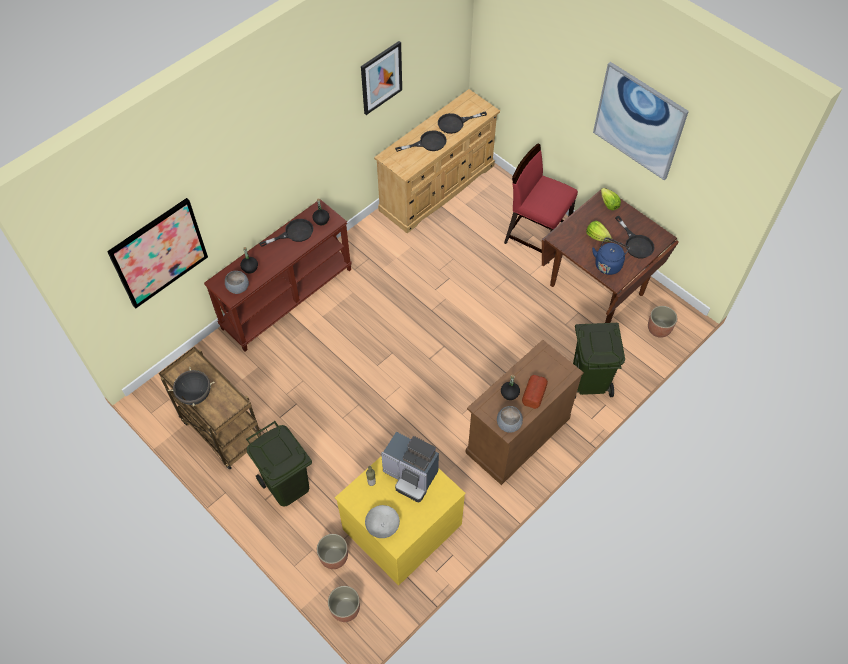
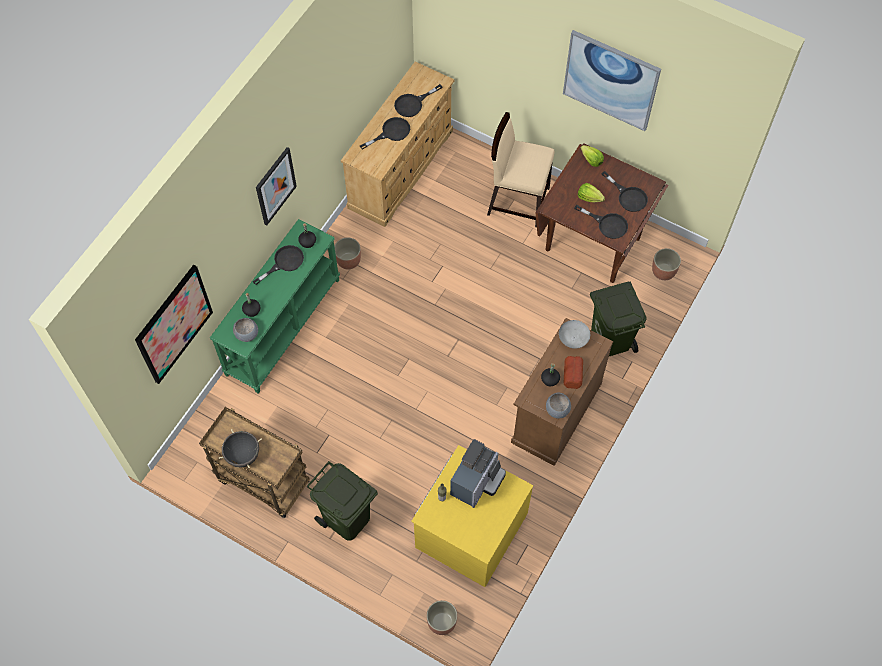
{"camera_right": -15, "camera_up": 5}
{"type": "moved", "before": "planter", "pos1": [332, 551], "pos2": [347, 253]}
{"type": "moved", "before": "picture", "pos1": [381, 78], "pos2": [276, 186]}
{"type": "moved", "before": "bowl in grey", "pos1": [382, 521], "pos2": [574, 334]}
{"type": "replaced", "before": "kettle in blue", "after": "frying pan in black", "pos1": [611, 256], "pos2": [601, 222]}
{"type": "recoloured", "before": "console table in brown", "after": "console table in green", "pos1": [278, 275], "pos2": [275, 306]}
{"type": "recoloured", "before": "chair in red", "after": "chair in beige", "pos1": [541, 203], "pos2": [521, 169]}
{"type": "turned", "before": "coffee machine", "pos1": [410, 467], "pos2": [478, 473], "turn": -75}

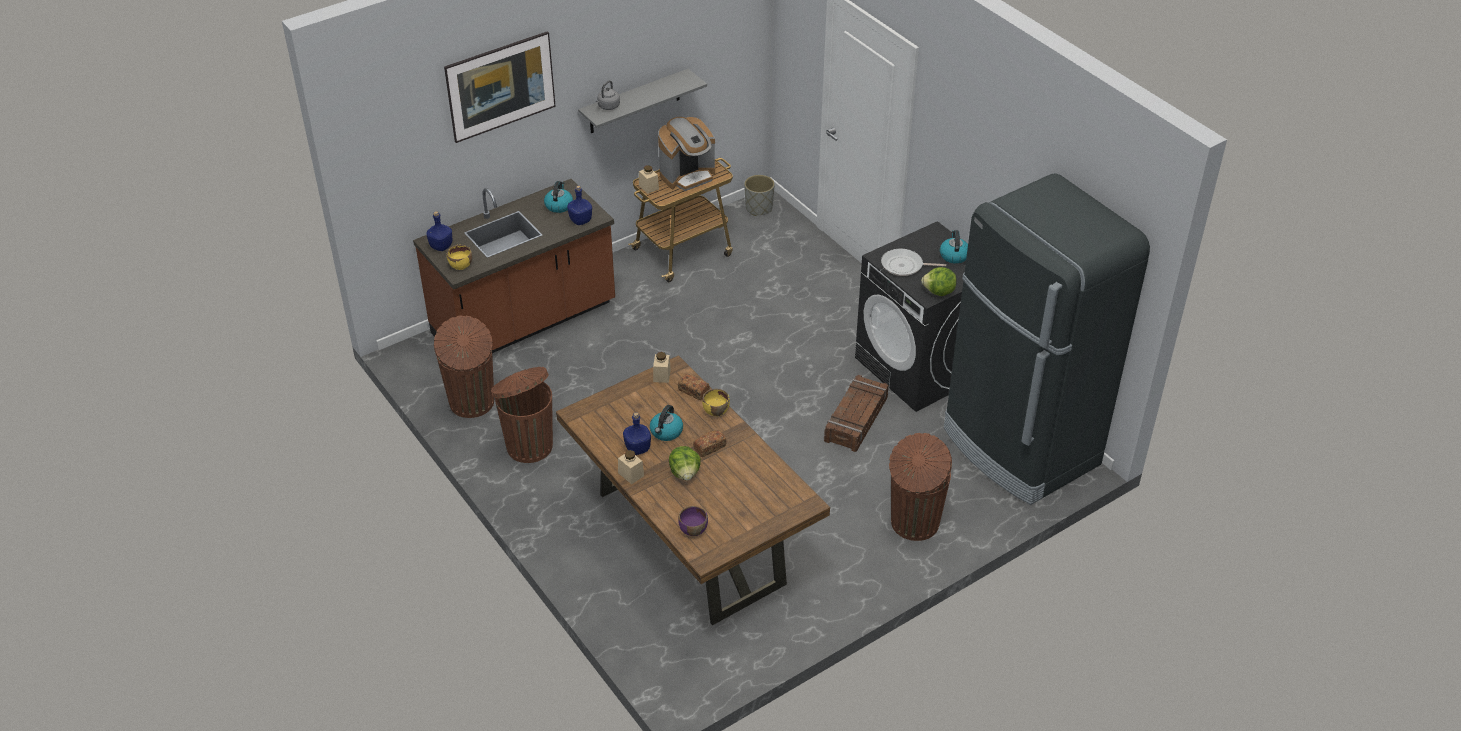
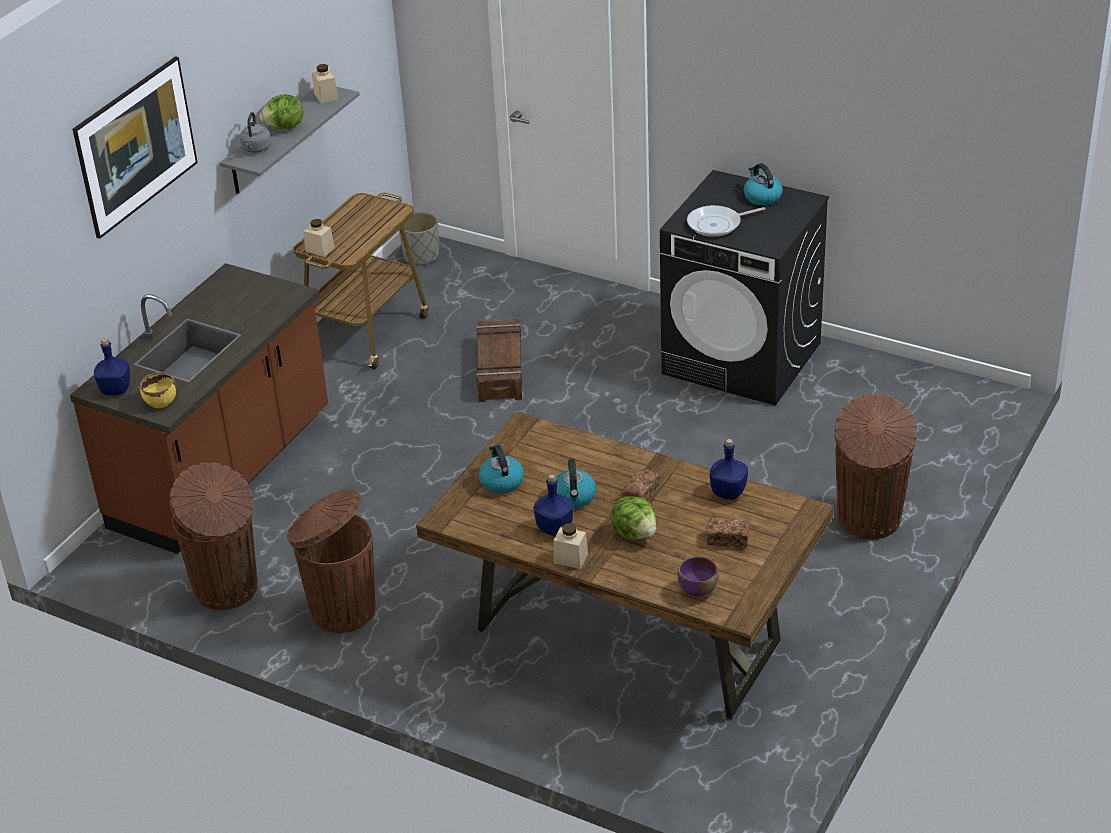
{"camera_right": -25, "camera_up": -5}
{"type": "removed", "before": "coffee machine", "pos1": [686, 154]}
{"type": "removed", "before": "bowl in yellow", "pos1": [716, 402]}
{"type": "removed", "before": "fridge in black", "pos1": [1047, 339]}
{"type": "moved", "before": "kettle", "pos1": [558, 197], "pos2": [501, 469]}
{"type": "moved", "before": "bottle in blue", "pos1": [579, 205], "pos2": [729, 469]}
{"type": "moved", "before": "jar in beige", "pos1": [662, 367], "pos2": [325, 83]}
{"type": "moved", "before": "bread", "pos1": [694, 387], "pos2": [728, 532]}
{"type": "moved", "before": "crate", "pos1": [856, 413], "pos2": [499, 360]}
{"type": "moved", "before": "lettuce", "pos1": [939, 281], "pos2": [281, 112]}

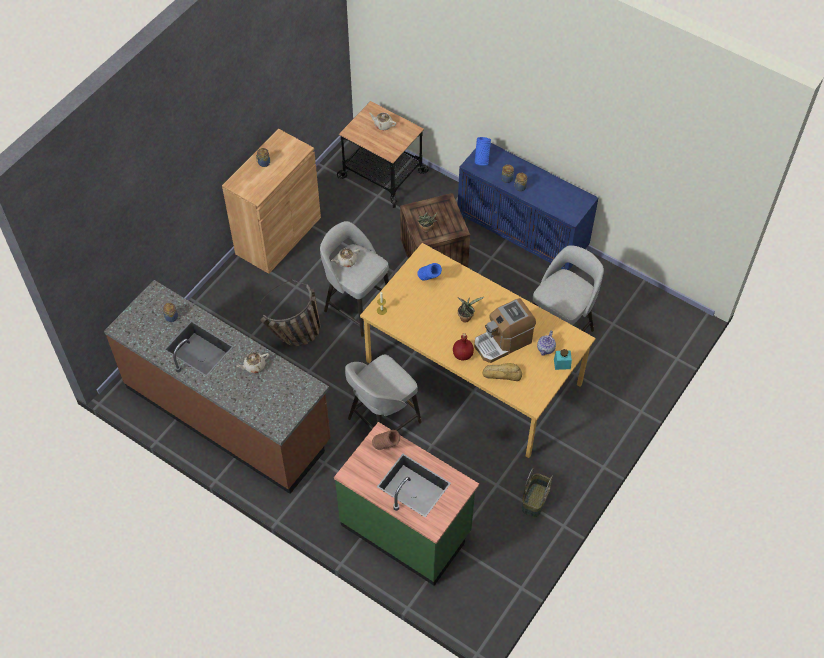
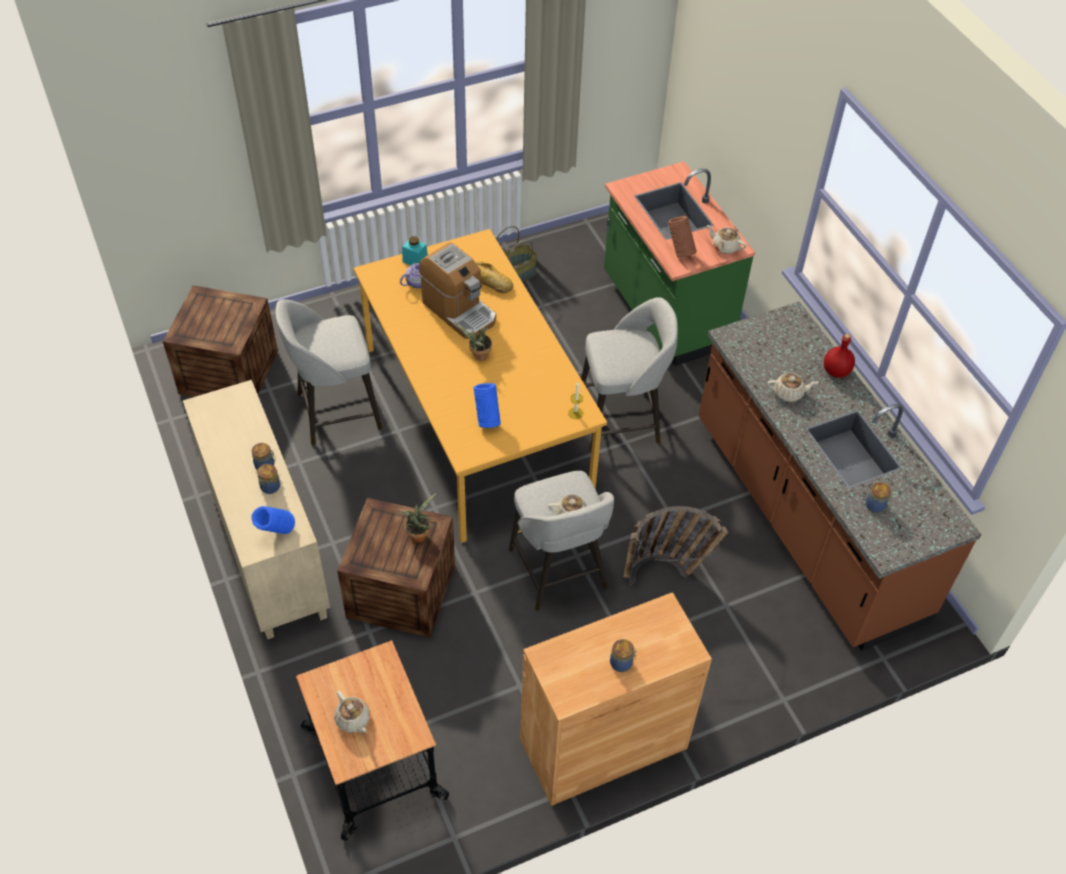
{"camera_right": -150, "camera_up": -5}
{"type": "added", "after": "crate", "pos2": [220, 341]}
{"type": "added", "after": "teapot in beige", "pos2": [727, 239]}
{"type": "moved", "before": "bottle in red", "pos1": [463, 346], "pos2": [839, 356]}
{"type": "recoloured", "before": "cabinet in blue", "after": "cabinet in beige", "pos1": [528, 206], "pos2": [256, 509]}
{"type": "turned", "before": "coffee machine", "pos1": [505, 330], "pos2": [457, 290], "turn": 45}

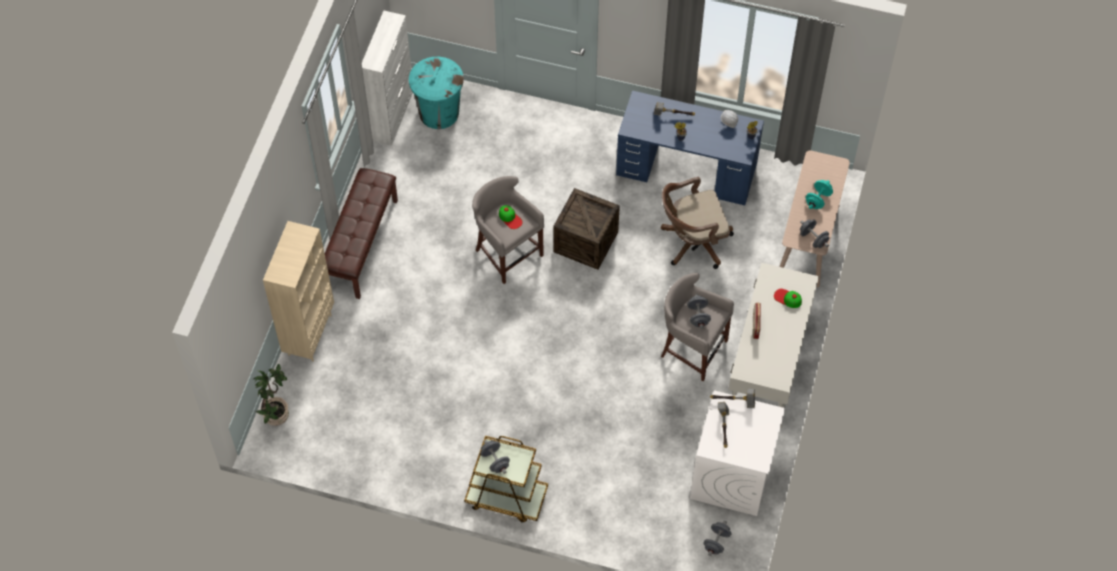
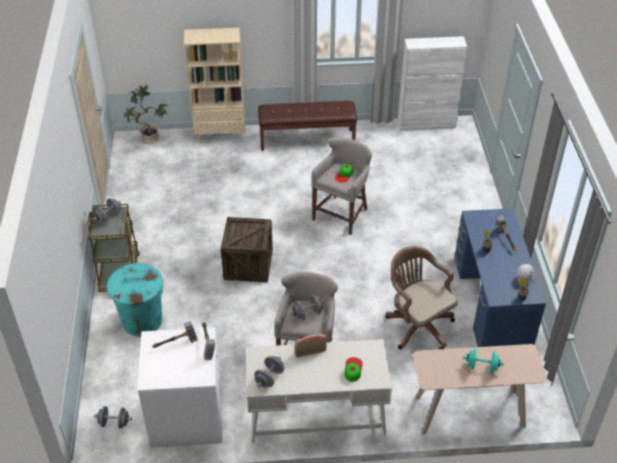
{"camera_right": 70, "camera_up": -15}
{"type": "moved", "before": "trash can in turquoise", "pos1": [436, 93], "pos2": [135, 300]}
{"type": "moved", "before": "crate", "pos1": [586, 229], "pos2": [247, 249]}
{"type": "moved", "before": "dumbbell in grey", "pos1": [814, 233], "pos2": [269, 372]}

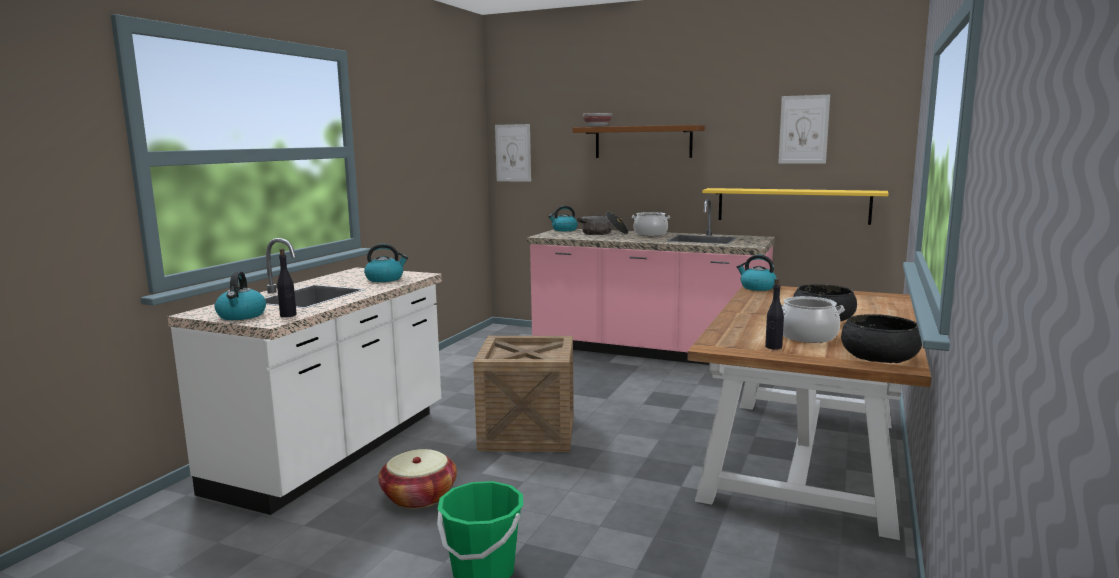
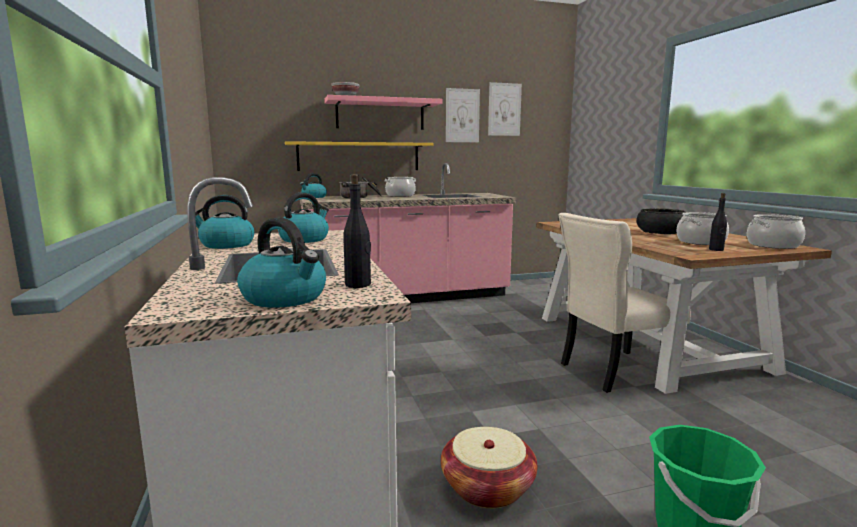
{"camera_right": -40, "camera_up": 0}
{"type": "removed", "before": "crate", "pos1": [523, 394]}
{"type": "added", "after": "chair in beige", "pos2": [624, 303]}
{"type": "moved", "before": "picture", "pos1": [513, 153], "pos2": [463, 115]}
{"type": "moved", "before": "shelf in yellow", "pos1": [795, 206], "pos2": [359, 156]}
{"type": "moved", "before": "kettle", "pos1": [757, 273], "pos2": [225, 222]}
{"type": "replaced", "before": "bowl in black", "after": "cooking pot", "pos1": [881, 338], "pos2": [776, 231]}
{"type": "recoloured", "before": "shelf in brown", "after": "shelf in pink", "pos1": [639, 141], "pos2": [383, 112]}

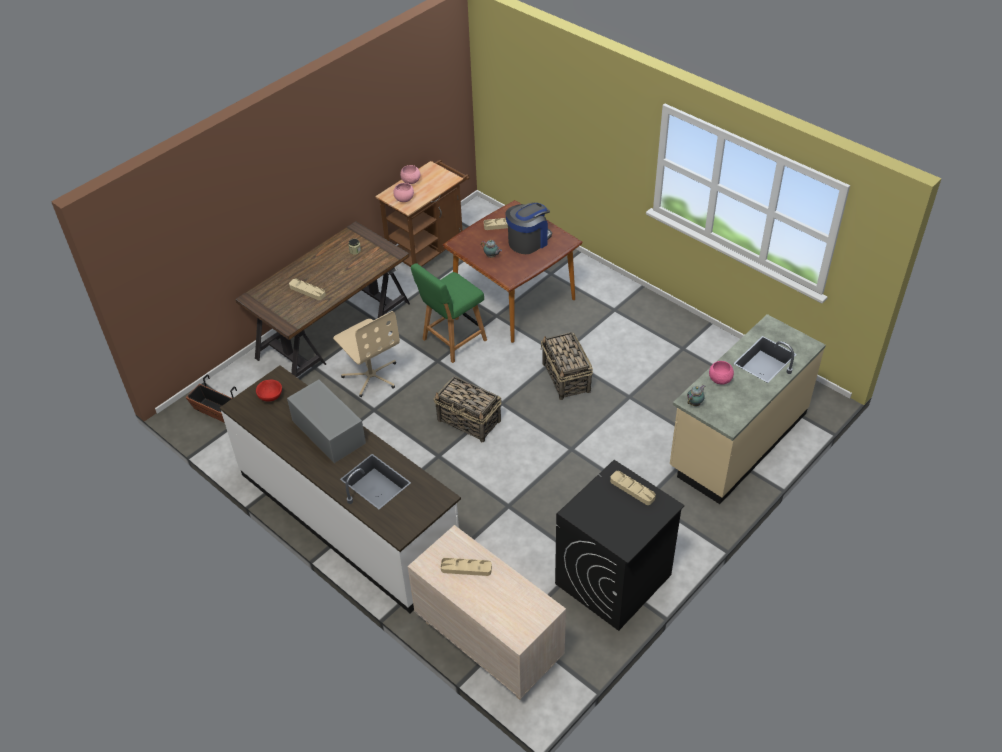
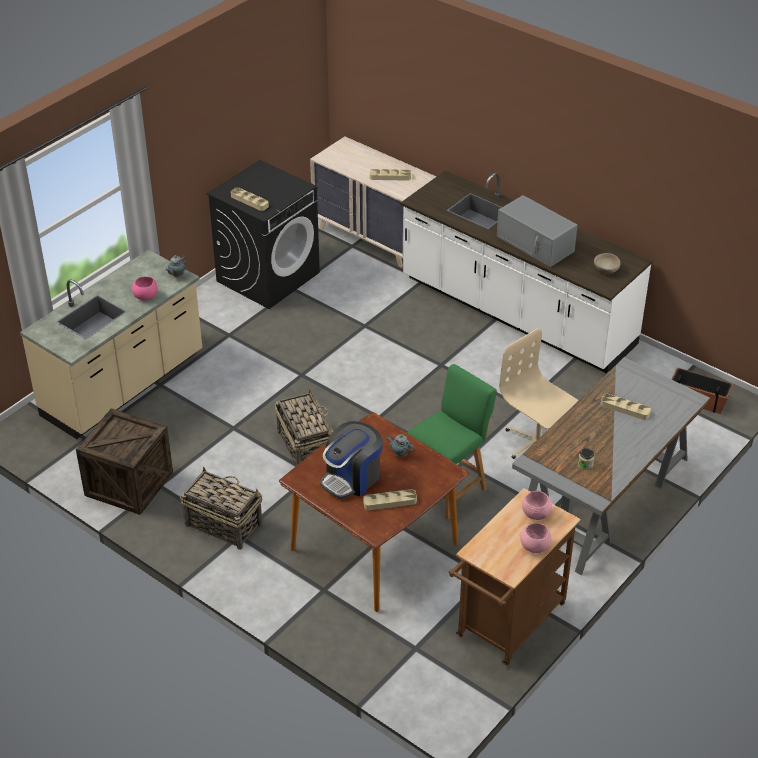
{"camera_right": 175, "camera_up": -5}
{"type": "added", "after": "crate", "pos2": [124, 462]}
{"type": "moved", "before": "basket", "pos1": [467, 409], "pos2": [221, 508]}
{"type": "recoloured", "before": "desk in brown", "after": "desk in grey", "pos1": [322, 299], "pos2": [611, 466]}
{"type": "recoloured", "before": "bowl in red", "after": "bowl in beige", "pos1": [269, 390], "pos2": [607, 263]}

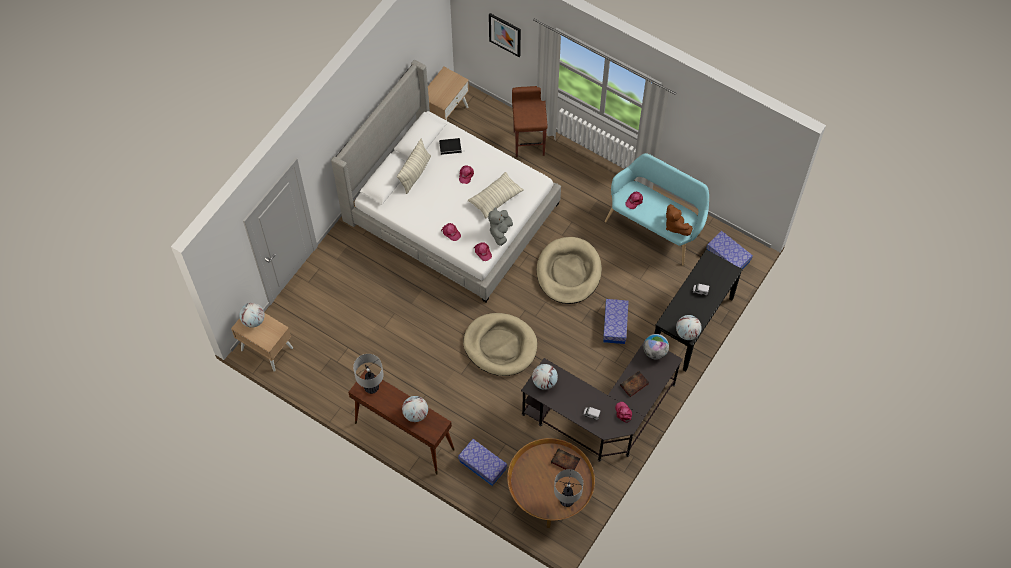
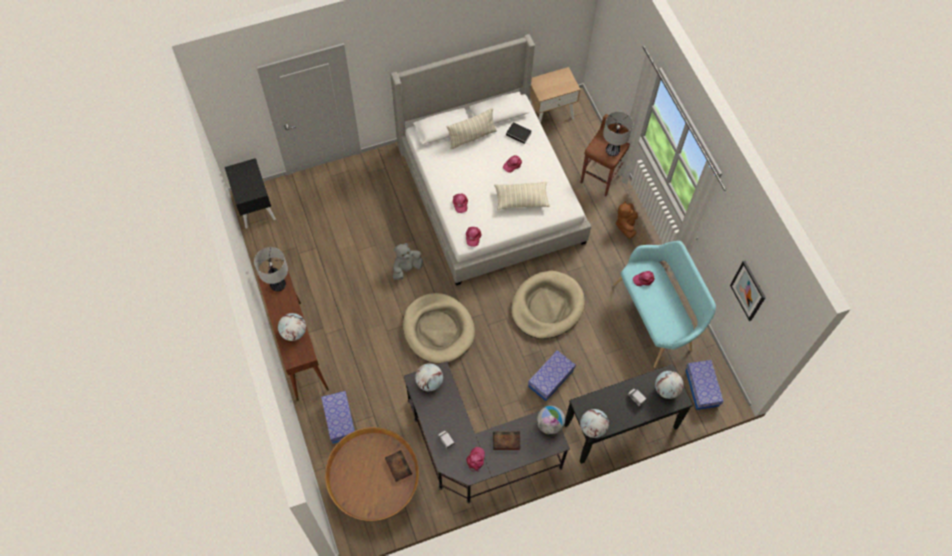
{"camera_right": 35, "camera_up": 0}
{"type": "moved", "before": "globe", "pos1": [252, 315], "pos2": [669, 385]}
{"type": "moved", "before": "plush toy in grey", "pos1": [500, 226], "pos2": [408, 261]}
{"type": "moved", "before": "picture", "pos1": [505, 35], "pos2": [748, 291]}
{"type": "moved", "before": "table lamp", "pos1": [568, 488], "pos2": [618, 133]}
{"type": "moved", "before": "plush toy in brown", "pos1": [679, 220], "pos2": [626, 220]}
{"type": "recoloured", "before": "nightstand in beige", "after": "nightstand in black", "pos1": [262, 342], "pos2": [250, 193]}

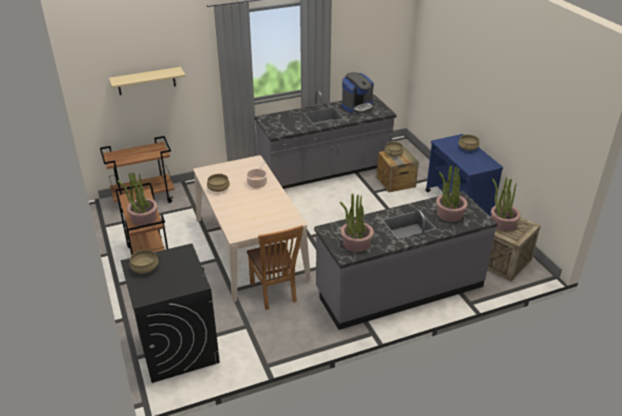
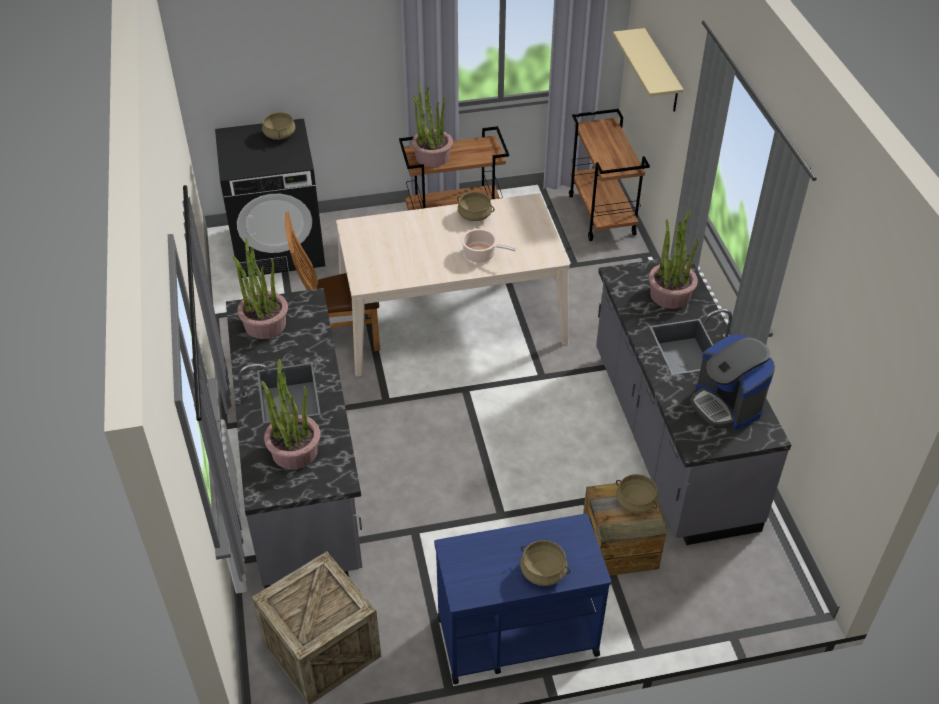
{"camera_right": 100, "camera_up": 10}
{"type": "moved", "before": "potted plant", "pos1": [506, 204], "pos2": [674, 259]}

